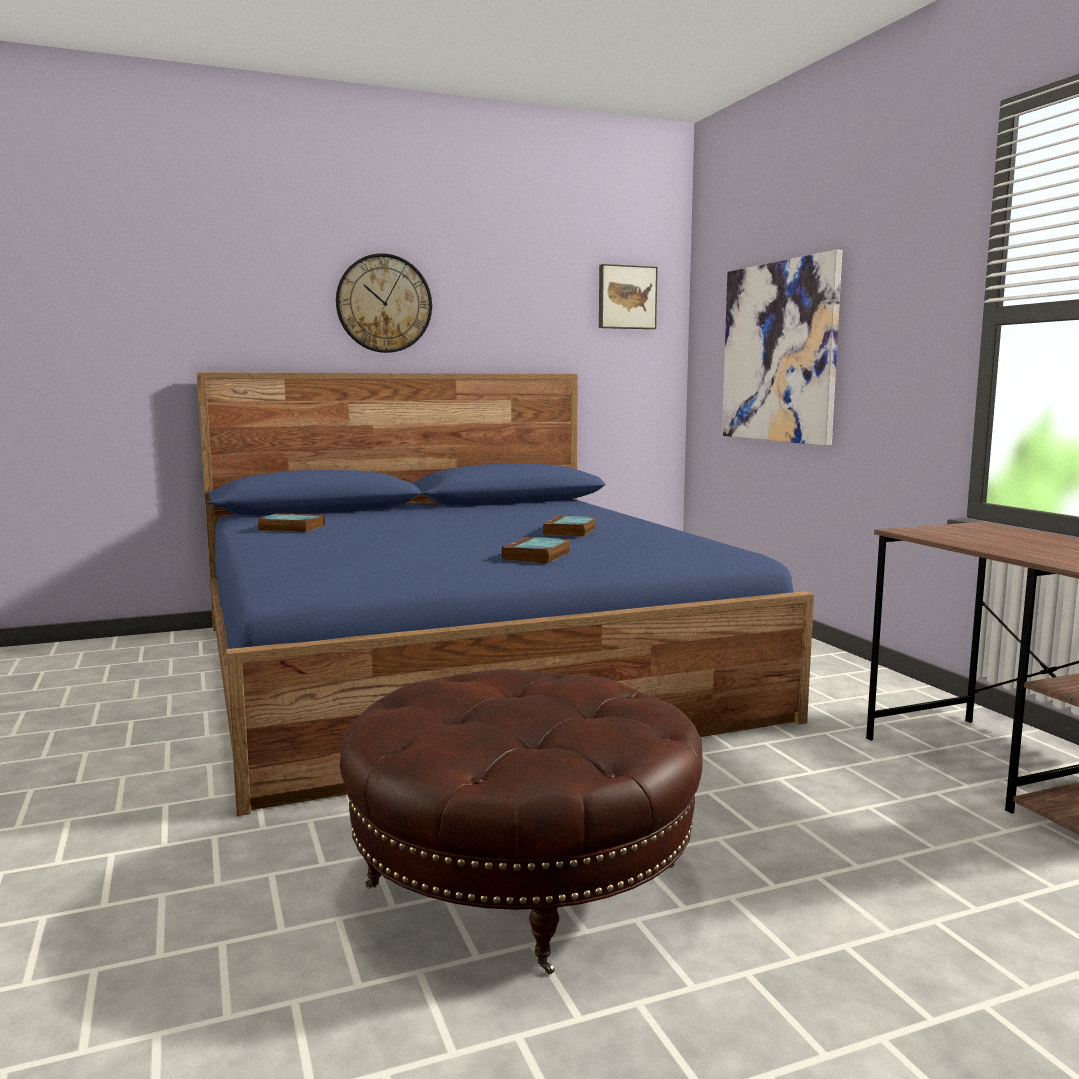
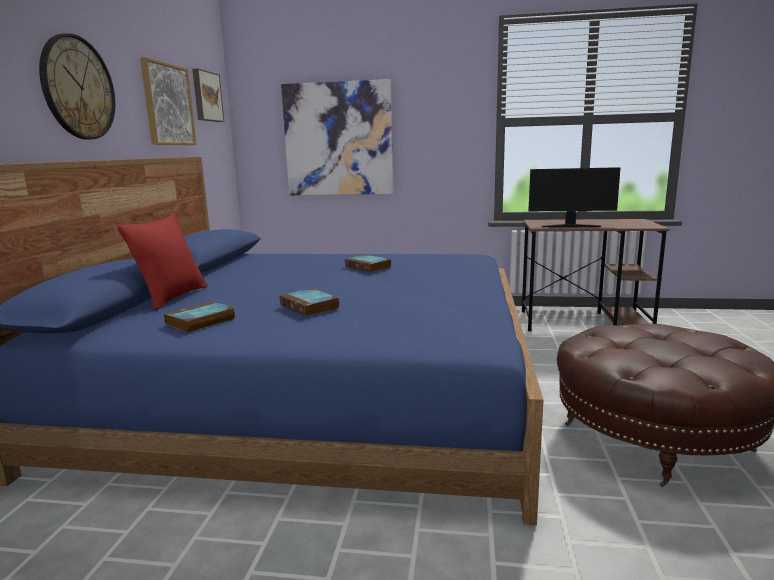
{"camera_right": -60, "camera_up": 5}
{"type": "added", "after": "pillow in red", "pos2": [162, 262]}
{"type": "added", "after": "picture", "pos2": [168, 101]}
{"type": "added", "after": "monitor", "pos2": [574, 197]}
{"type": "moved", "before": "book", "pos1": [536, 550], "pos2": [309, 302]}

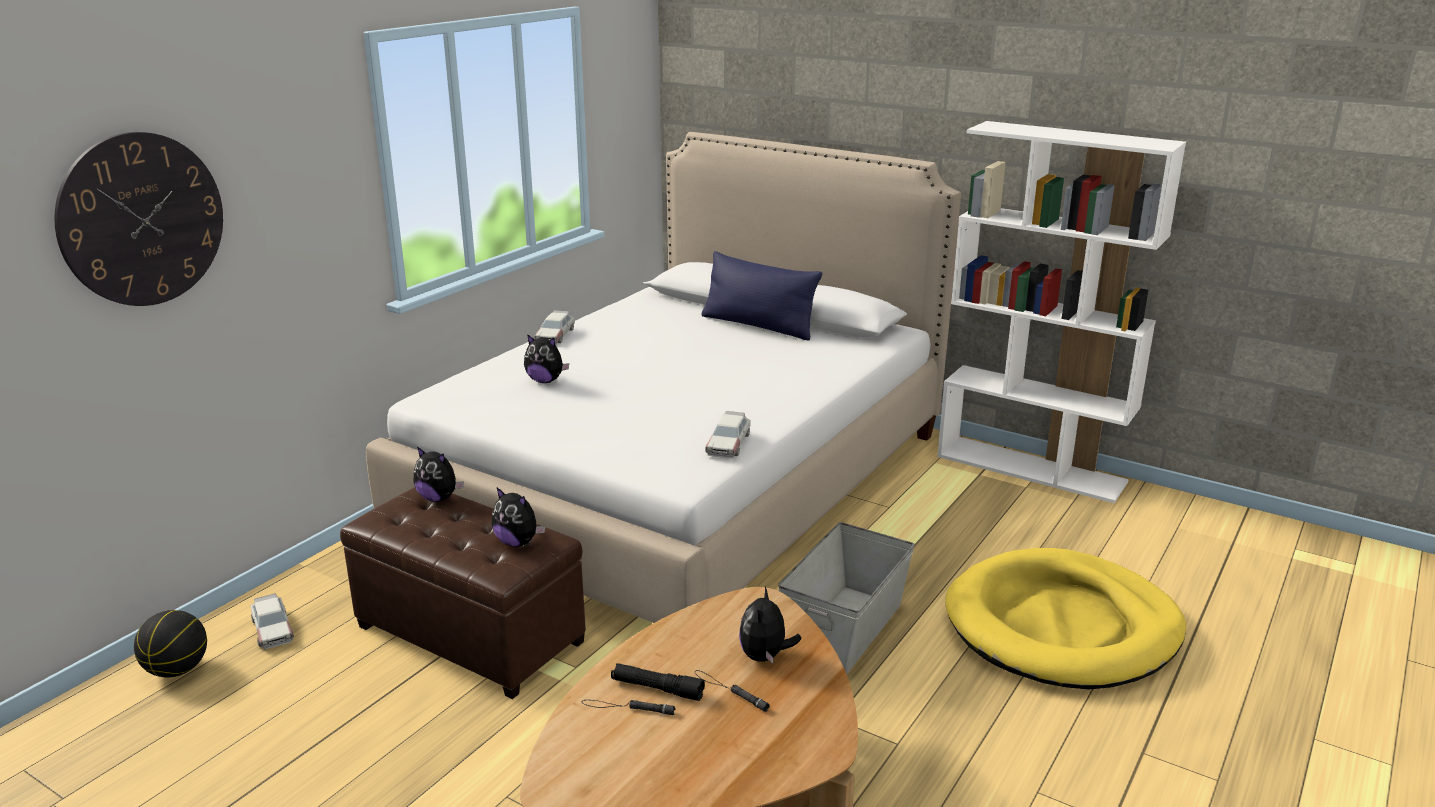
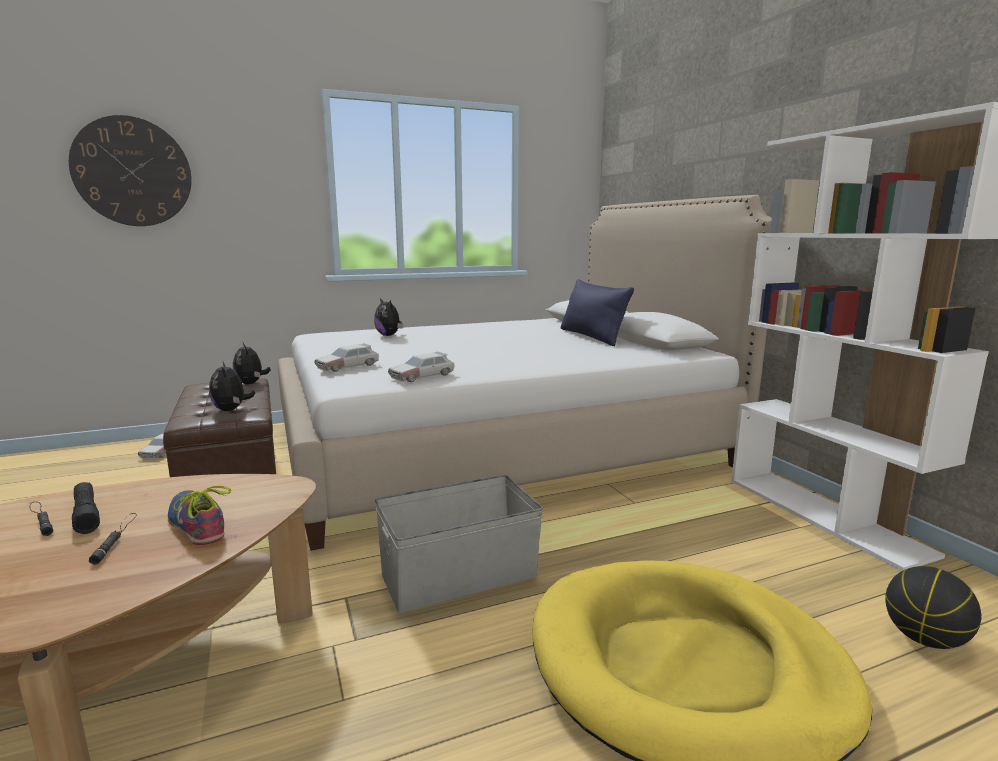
{"camera_right": 35, "camera_up": -10}
{"type": "moved", "before": "basketball", "pos1": [170, 643], "pos2": [933, 607]}
{"type": "moved", "before": "toy car", "pos1": [554, 327], "pos2": [346, 357]}
{"type": "replaced", "before": "plush toy", "after": "shoe", "pos1": [770, 625], "pos2": [199, 515]}

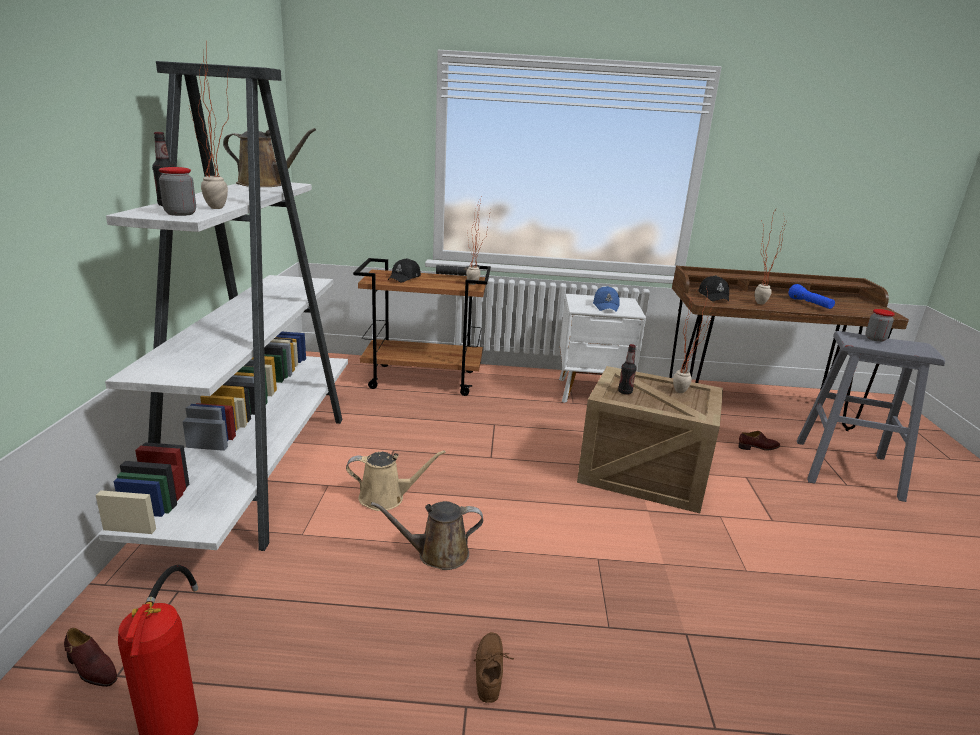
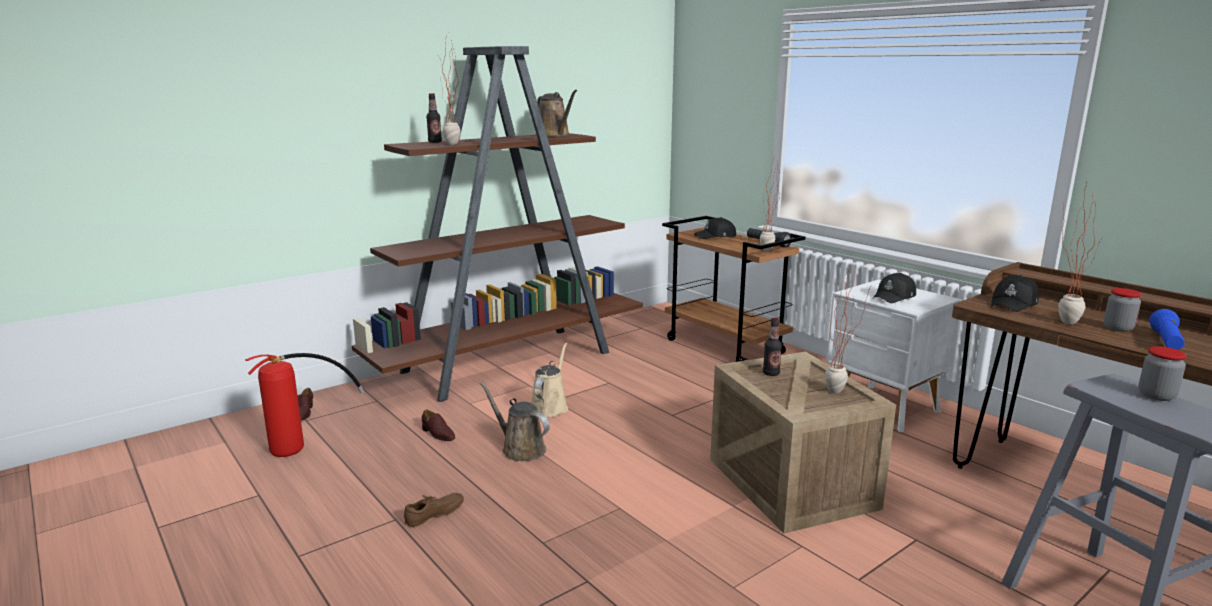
{"camera_right": 50, "camera_up": -5}
{"type": "moved", "before": "jar", "pos1": [177, 191], "pos2": [1123, 310]}
{"type": "moved", "before": "shoe in brown", "pos1": [759, 441], "pos2": [438, 425]}
{"type": "recoloured", "before": "bookcase in white", "after": "bookcase in brown", "pos1": [222, 306], "pos2": [497, 224]}
{"type": "recoloured", "before": "cap in blue", "after": "cap in black", "pos1": [606, 299], "pos2": [894, 288]}
{"type": "turned", "before": "watering can in beige", "pos1": [396, 480], "pos2": [549, 380], "turn": -120}

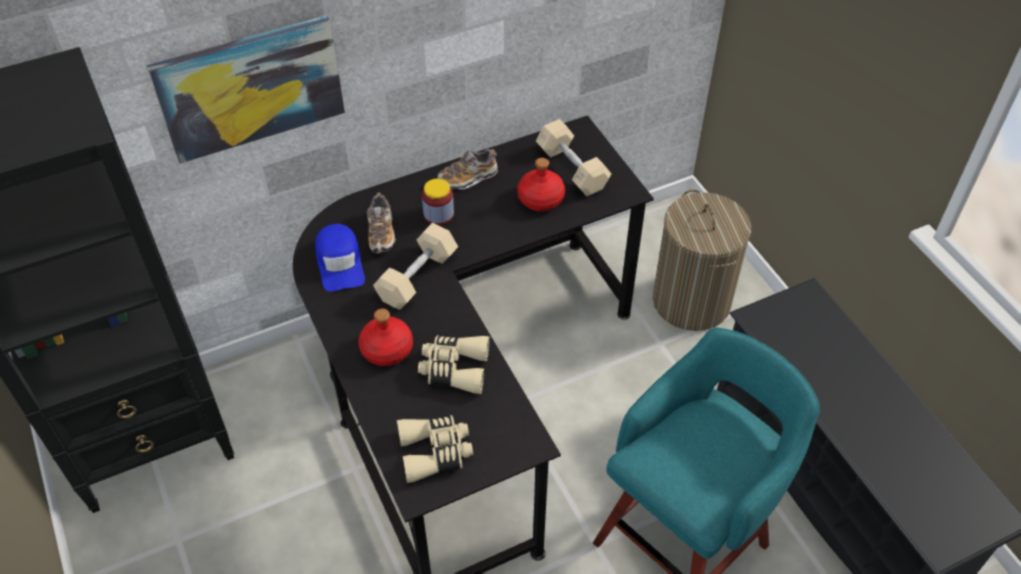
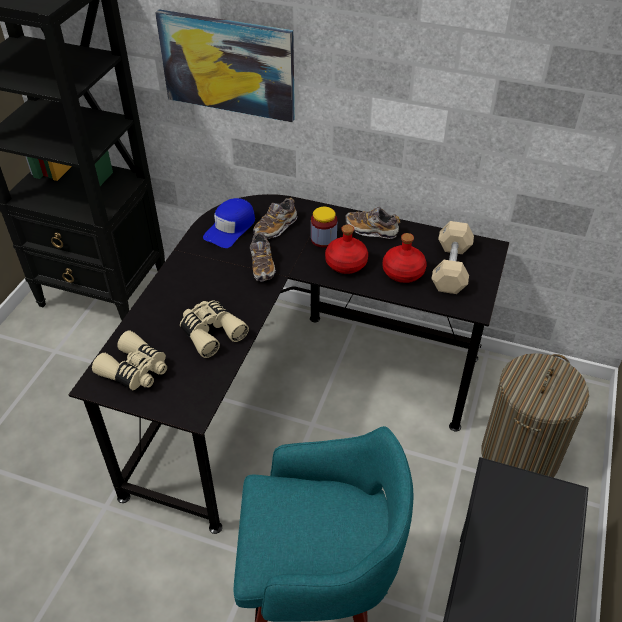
{"camera_right": 45, "camera_up": -5}
{"type": "moved", "before": "bottle in red", "pos1": [385, 337], "pos2": [346, 249]}
{"type": "replaced", "before": "dumbbell in beige", "after": "shoe", "pos1": [415, 266], "pos2": [263, 256]}

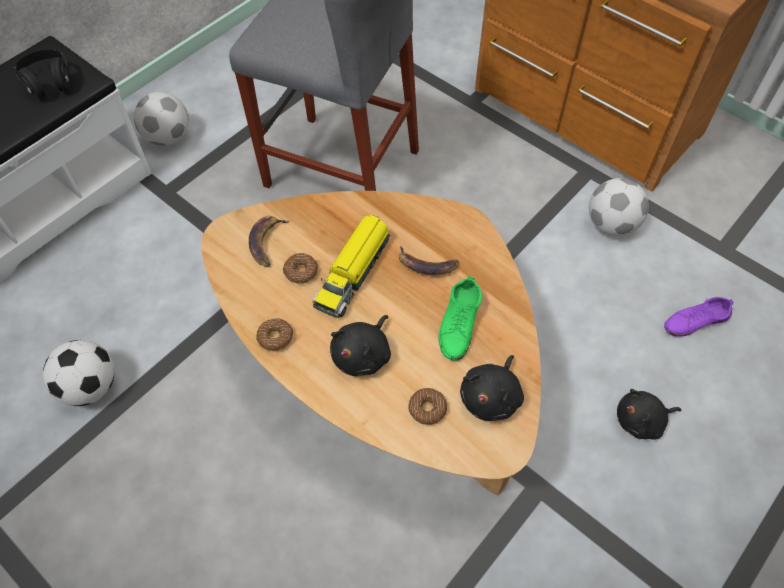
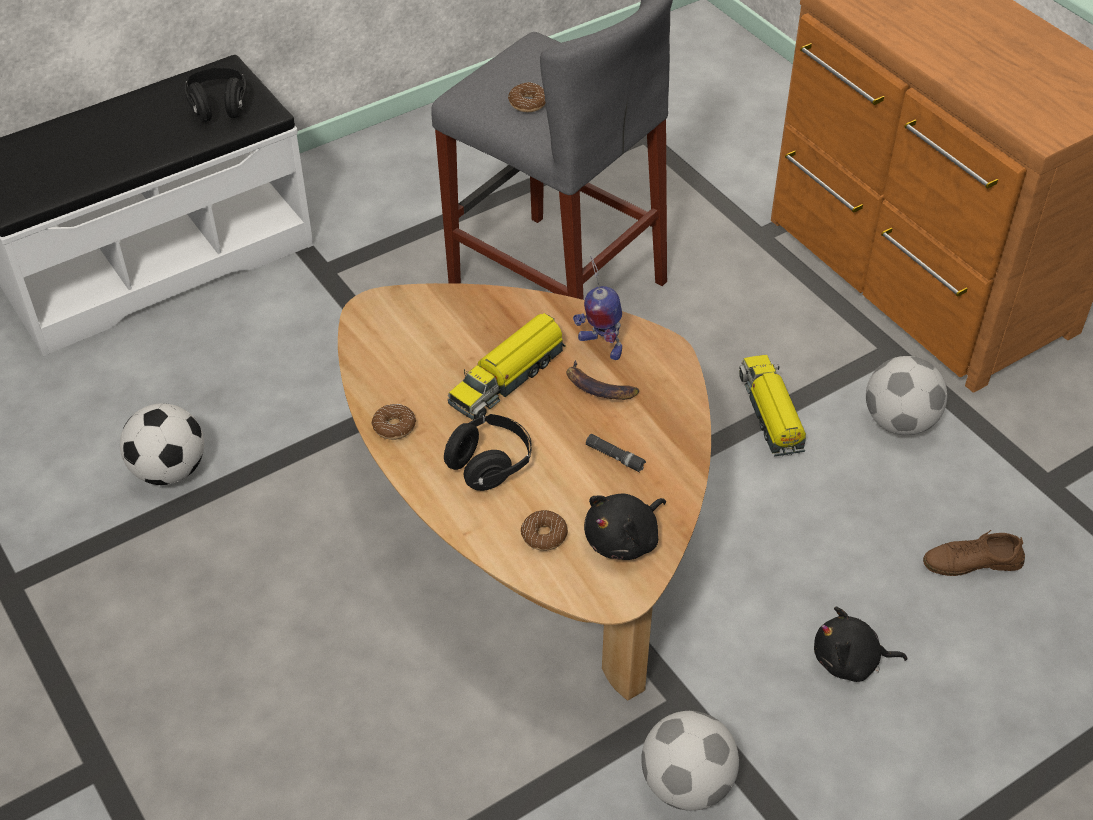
{"camera_right": 15, "camera_up": -10}
{"type": "removed", "before": "banana", "pos1": [269, 241]}
{"type": "added", "after": "toy robot", "pos2": [597, 308]}
{"type": "added", "after": "toy truck", "pos2": [772, 406]}
{"type": "moved", "before": "football", "pos1": [161, 119], "pos2": [690, 761]}
{"type": "moved", "before": "donut", "pos1": [300, 268], "pos2": [527, 97]}
{"type": "replaced", "before": "plush toy in black", "after": "headphones in black", "pos1": [360, 345], "pos2": [487, 452]}
{"type": "replaced", "before": "shoe in green", "after": "flashlight in black", "pos1": [460, 318], "pos2": [616, 453]}
{"type": "recoloured", "before": "shoe in purple", "after": "shoe in brown", "pos1": [699, 317], "pos2": [974, 553]}

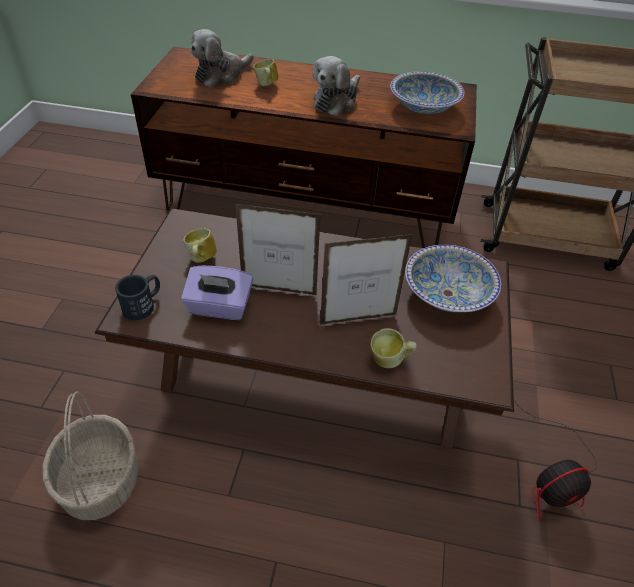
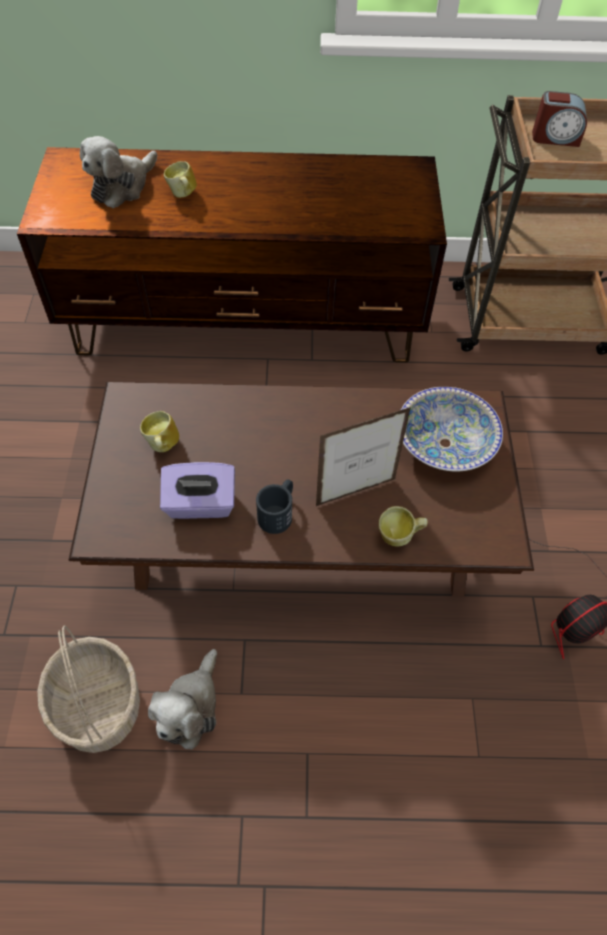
{"camera_right": -10, "camera_up": 10}
{"type": "removed", "before": "picture frame", "pos1": [278, 249]}
{"type": "removed", "before": "bowl", "pos1": [427, 92]}
{"type": "added", "after": "alarm clock", "pos2": [559, 119]}
{"type": "moved", "before": "mug in black", "pos1": [137, 297], "pos2": [274, 506]}
{"type": "moved", "before": "plush toy", "pos1": [336, 86], "pos2": [182, 699]}

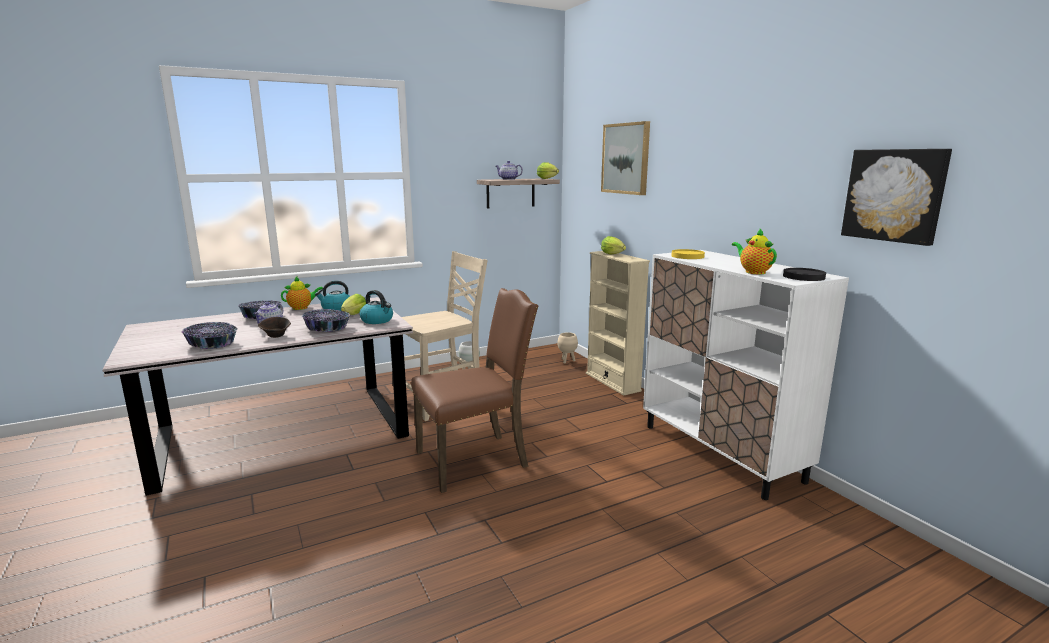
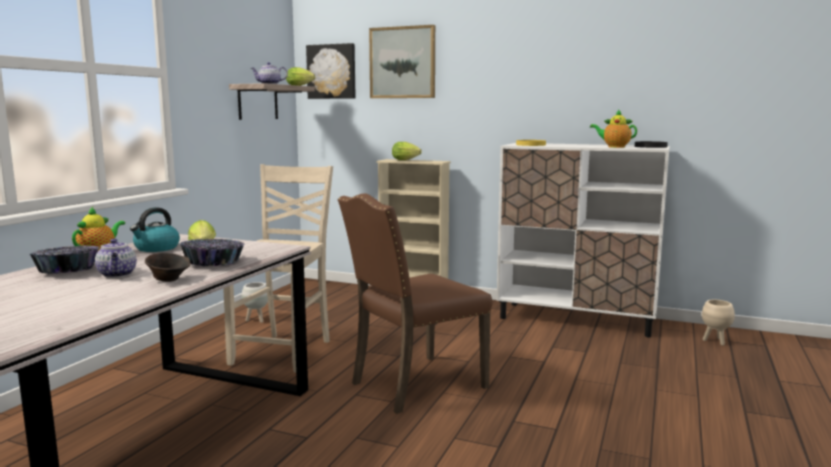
{"camera_right": -40, "camera_up": -5}
{"type": "removed", "before": "bowl", "pos1": [210, 335]}
{"type": "removed", "before": "kettle", "pos1": [376, 307]}
{"type": "moved", "before": "planter in beige", "pos1": [567, 348], "pos2": [718, 323]}
{"type": "moved", "before": "picture", "pos1": [896, 197], "pos2": [331, 71]}
{"type": "turned", "before": "chair in brown", "pos1": [474, 390], "pos2": [415, 303], "turn": -150}

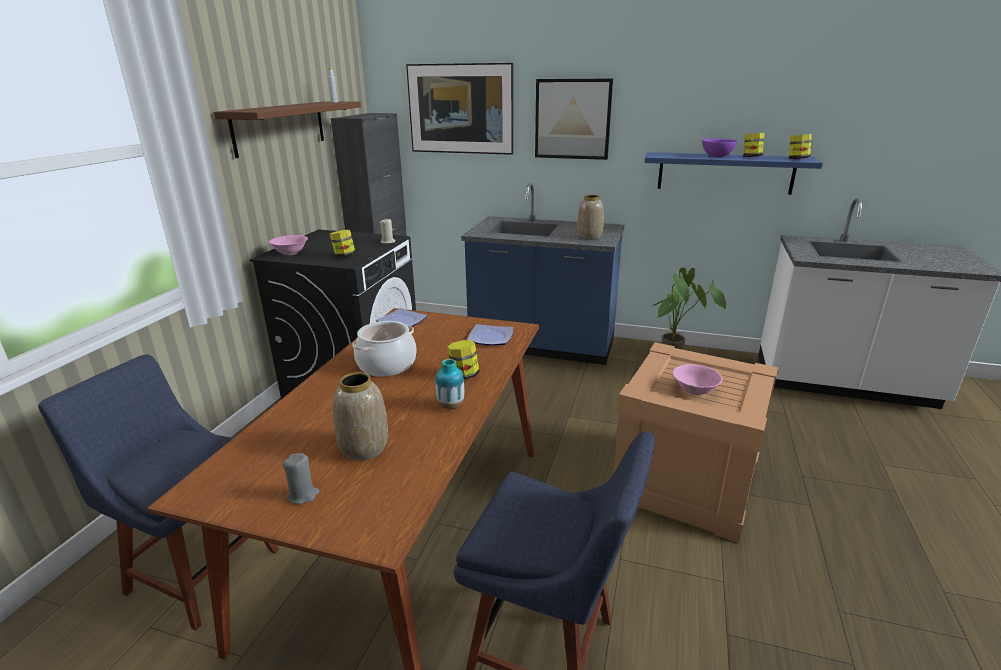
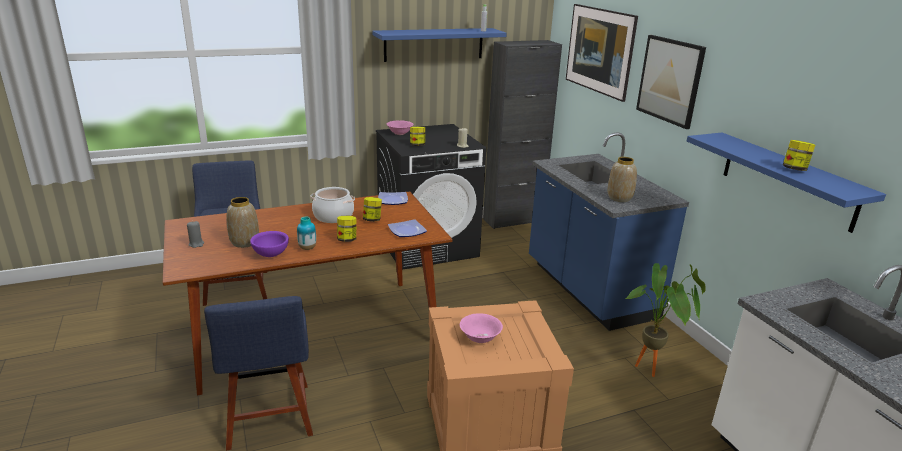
{"camera_right": 50, "camera_up": 0}
{"type": "moved", "before": "bowl in purple", "pos1": [719, 148], "pos2": [269, 244]}
{"type": "moved", "before": "jar", "pos1": [800, 146], "pos2": [372, 209]}
{"type": "recoloured", "before": "shelf in brown", "after": "shelf in blue", "pos1": [287, 129], "pos2": [439, 45]}

